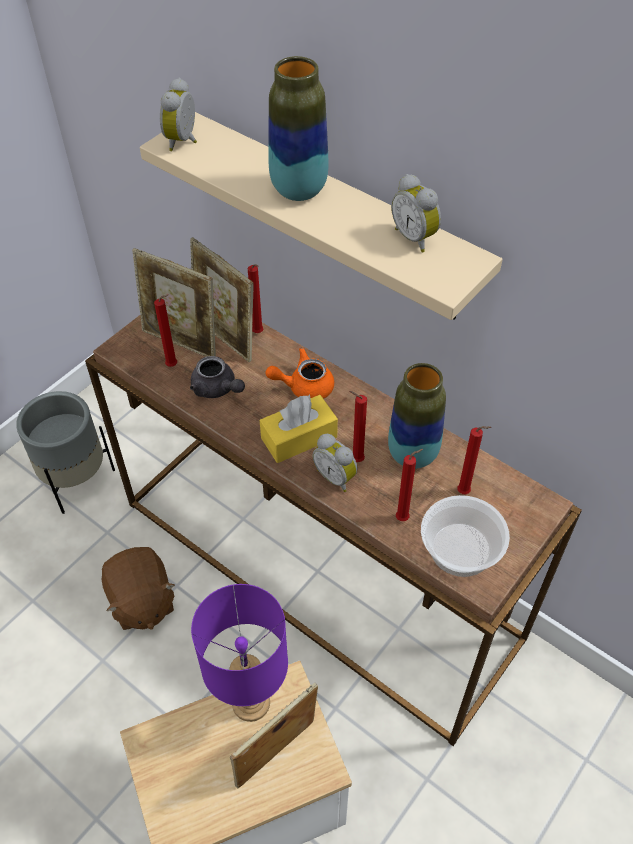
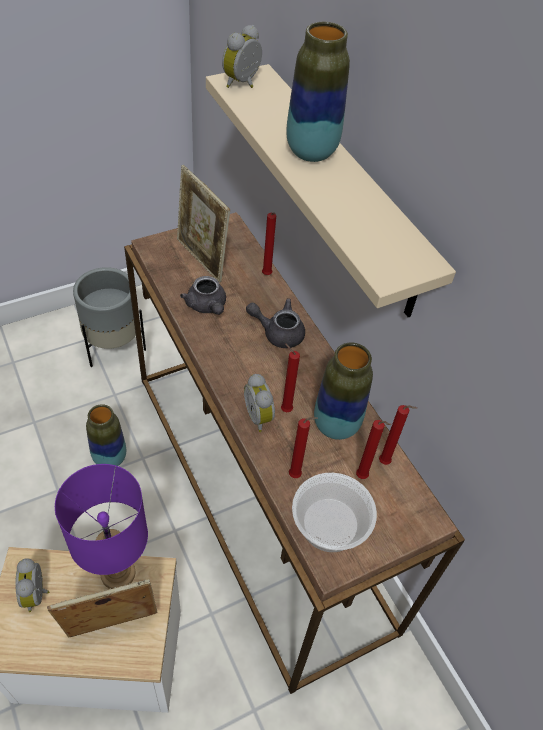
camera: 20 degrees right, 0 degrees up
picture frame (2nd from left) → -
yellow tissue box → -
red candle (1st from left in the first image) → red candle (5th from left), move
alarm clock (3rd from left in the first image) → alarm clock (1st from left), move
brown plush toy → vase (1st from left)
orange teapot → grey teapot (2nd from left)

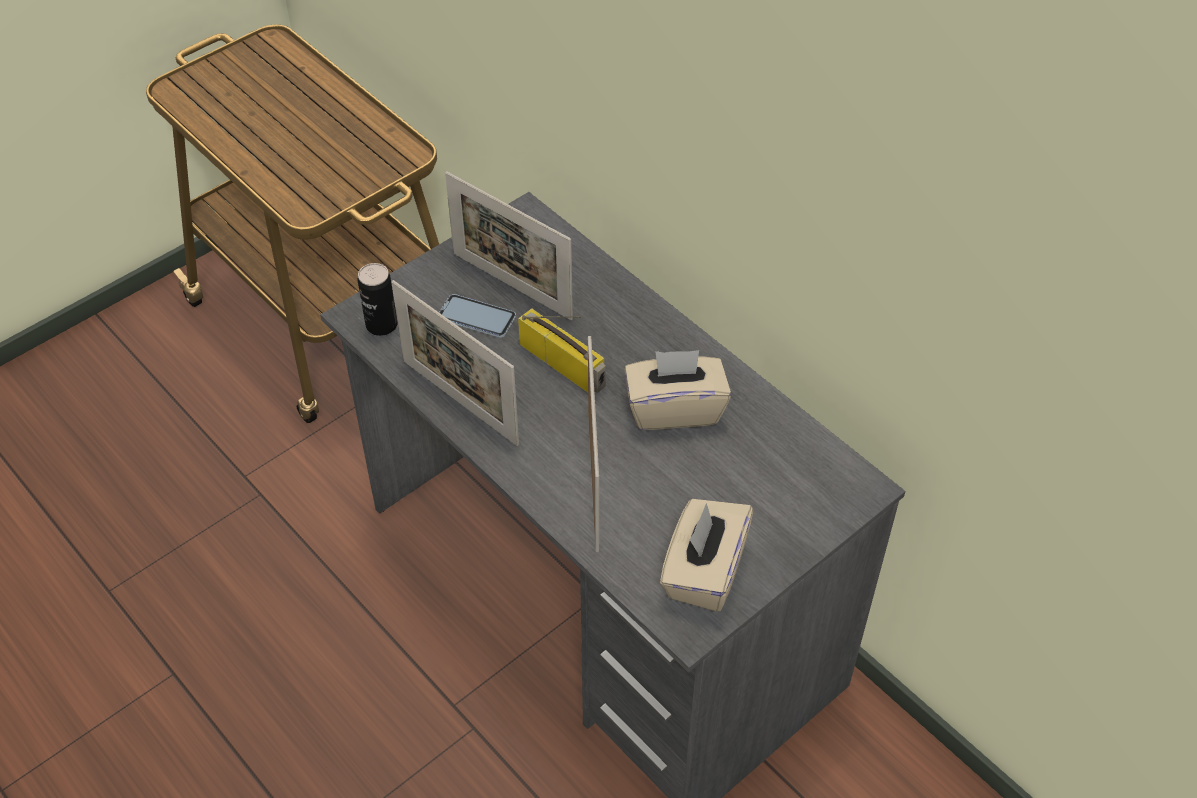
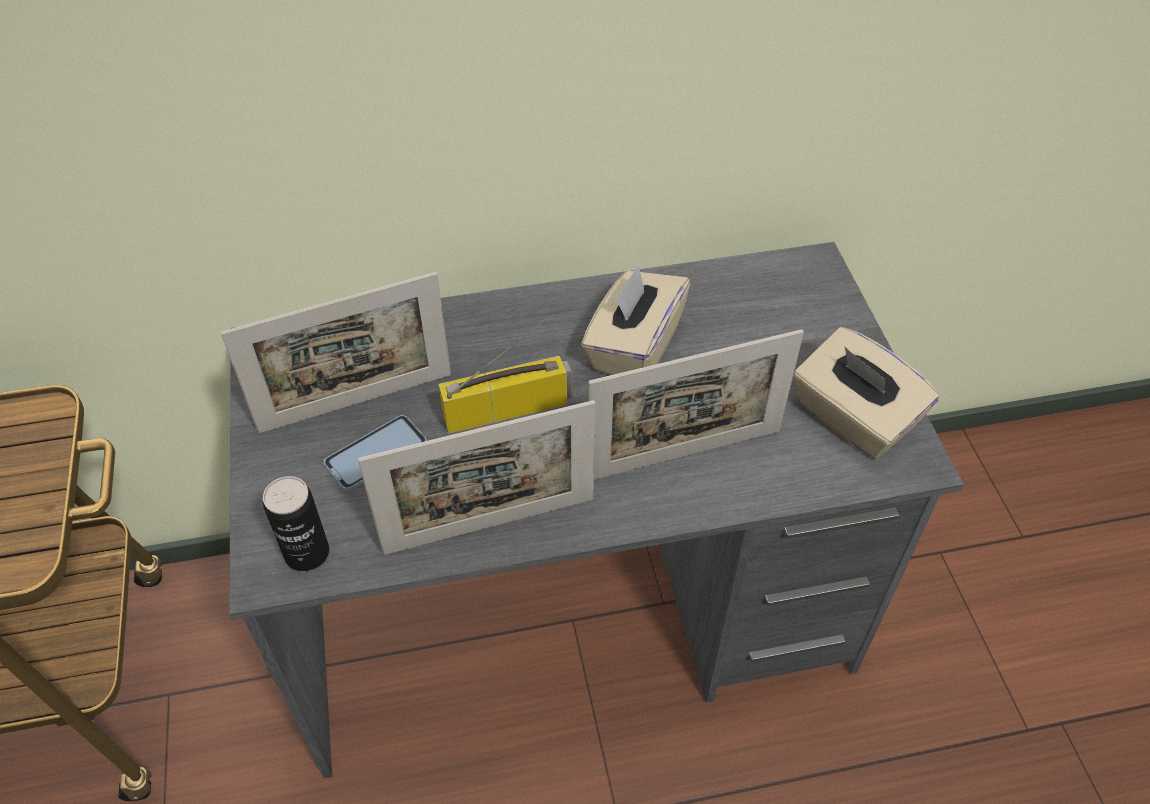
camera: 60 degrees left, 0 degrees up
picture frame (3rd from left), 135 degrees clockwise

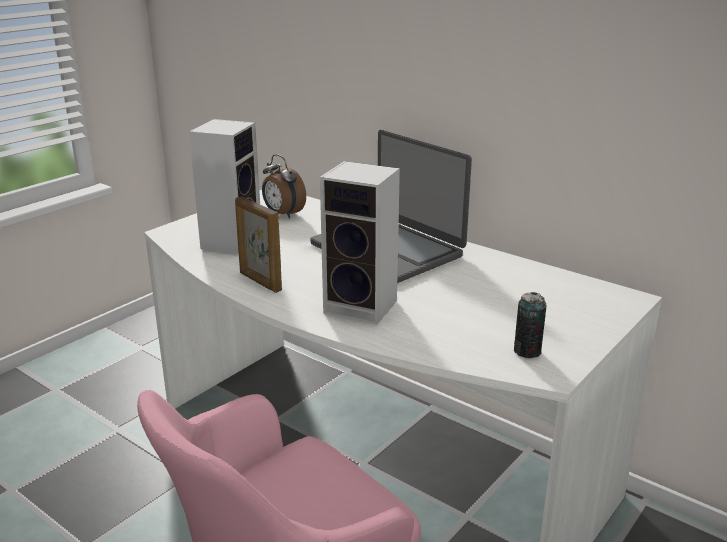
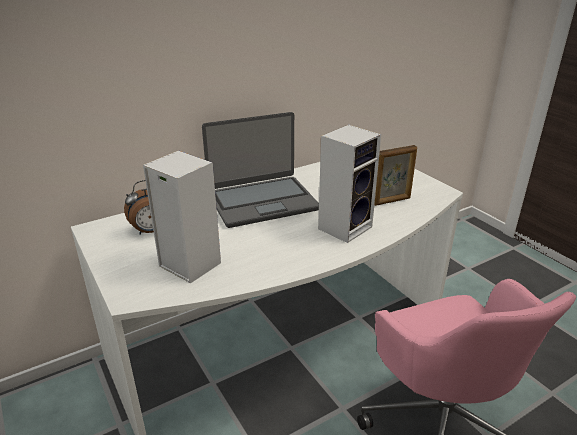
camera: 70 degrees left, 5 degrees up
can → -
picture frame, move

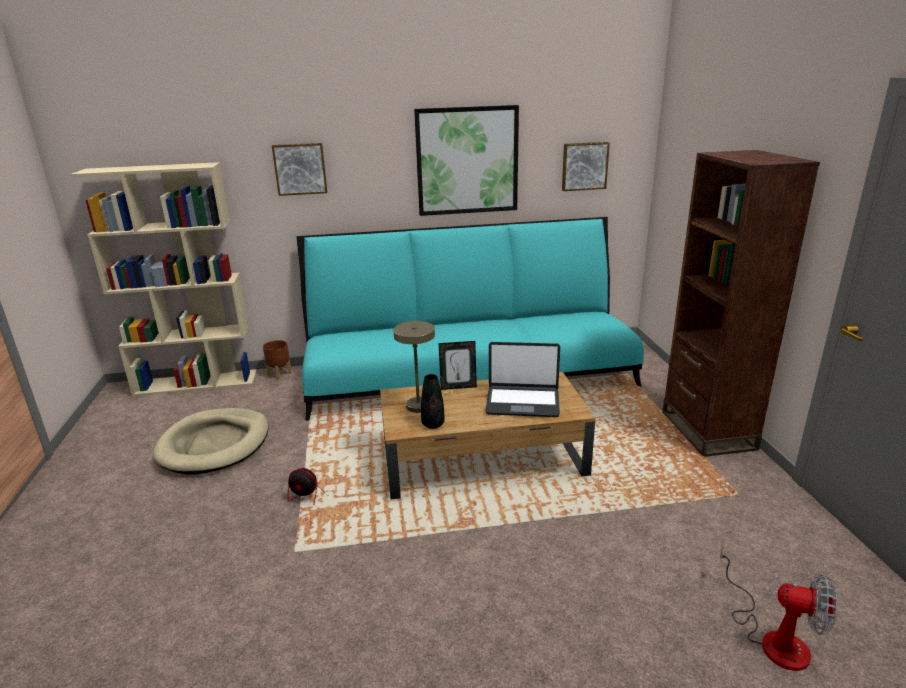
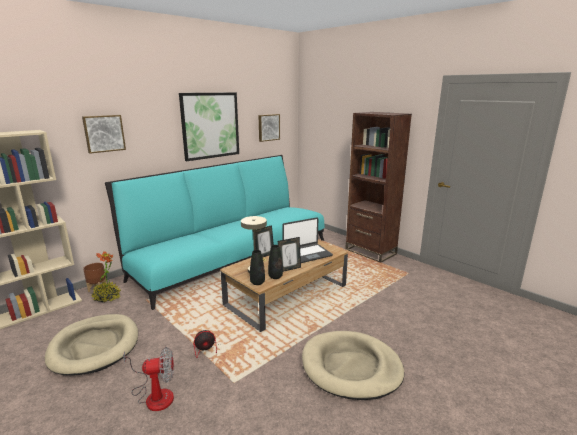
camera: 35 degrees left, 5 degrees down
- → potted plant
- → black vase (1st from left)
- → picture frame (2nd from left)
- → beige dog bed (2nd from left)
fan (2nd from left in the first image) → fan (1st from left), move

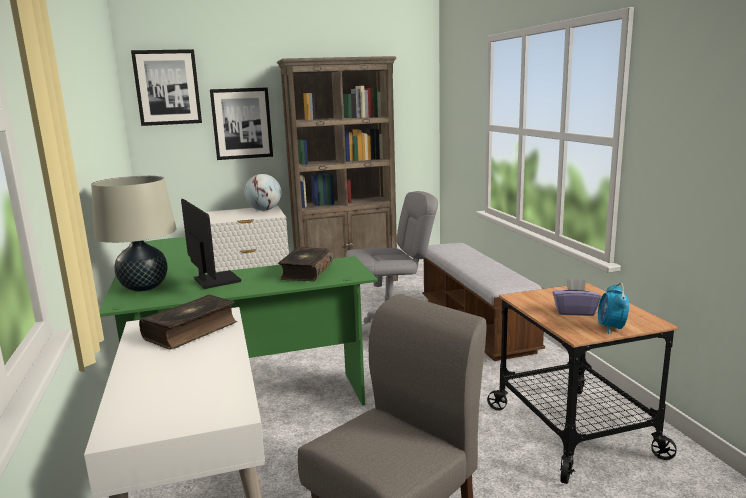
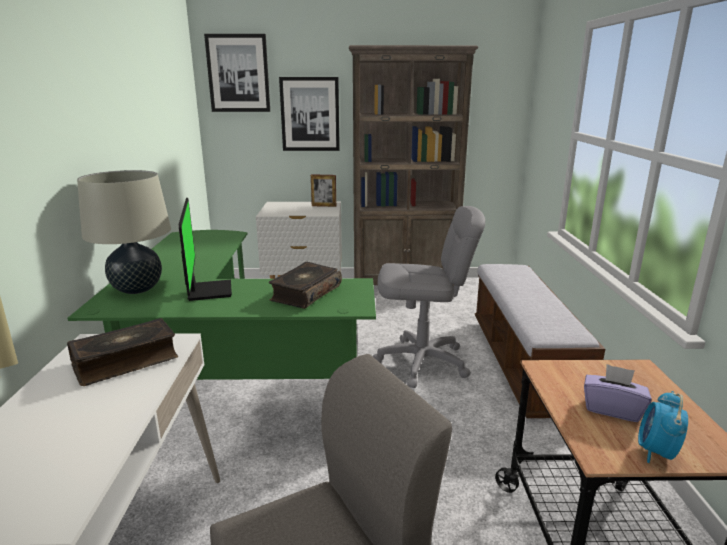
camera: 15 degrees right, 5 degrees up
globe → picture frame

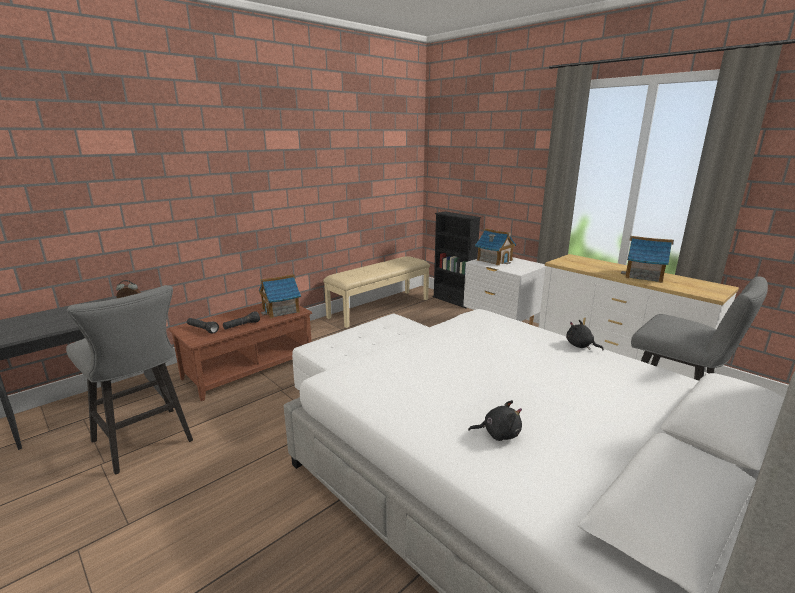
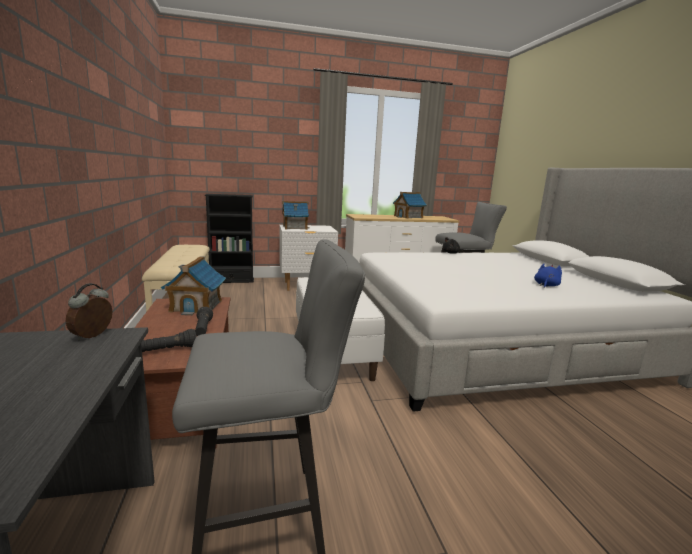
camera: 60 degrees left, 5 degrees down
black plush toy (1st from left) → blue plush toy

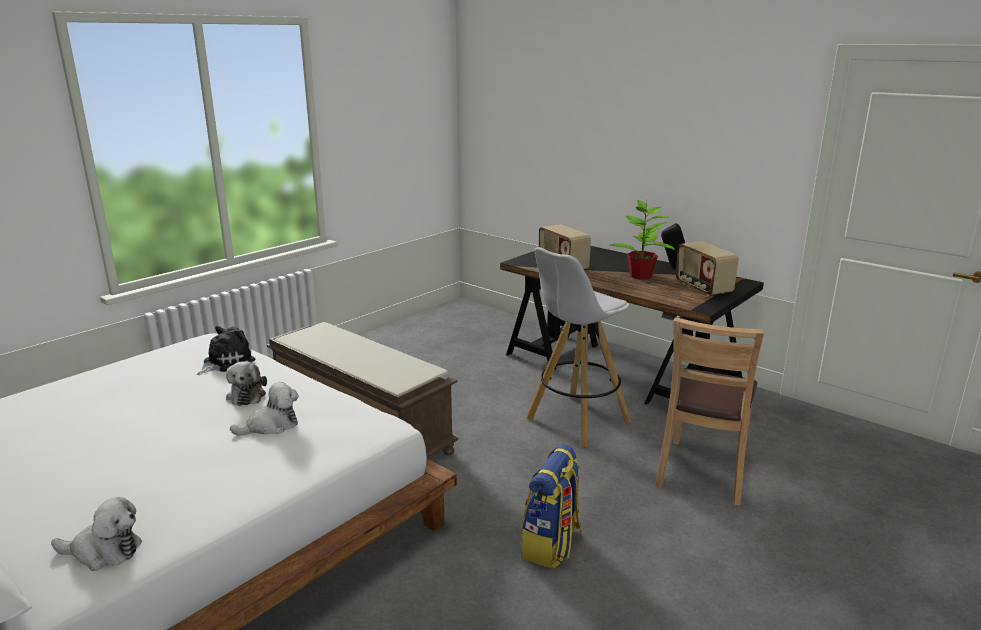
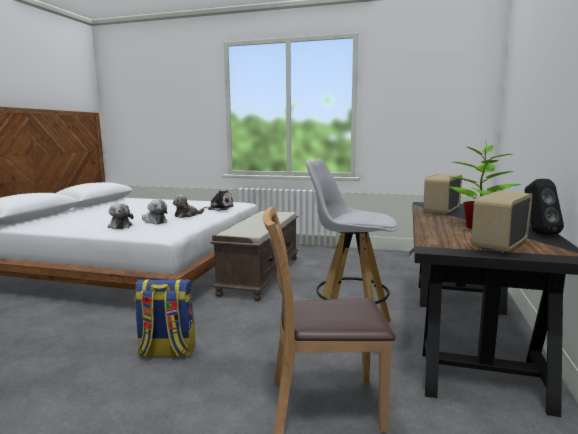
camera: 65 degrees right, 10 degrees down
plush toy (1st from left), move

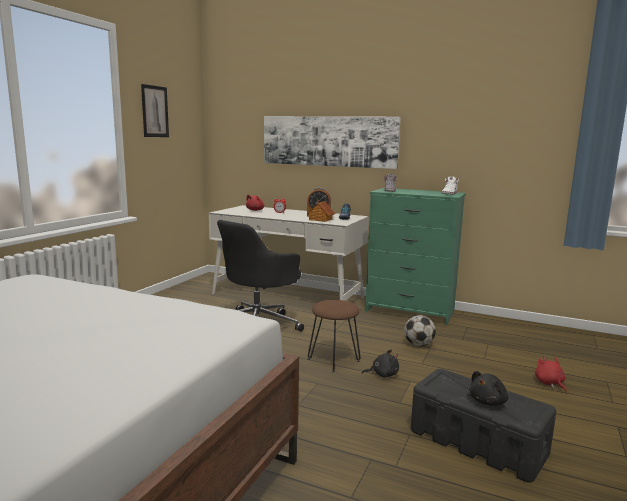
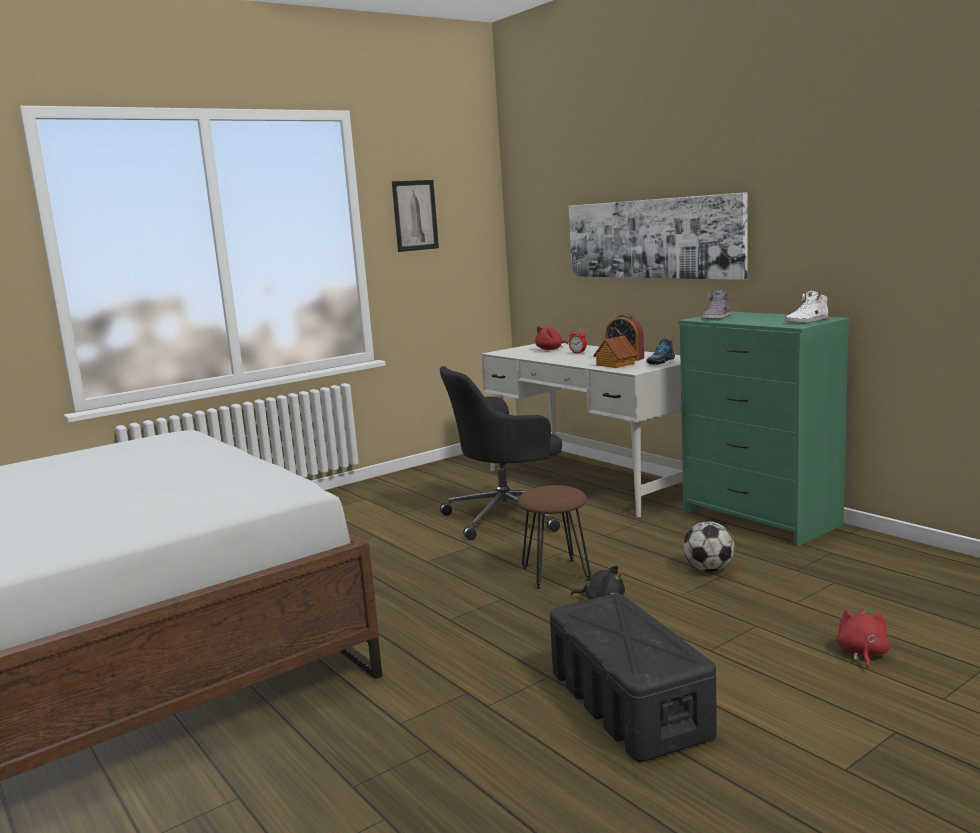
camera: 30 degrees right, 0 degrees up
black plush toy (2nd from left) → -

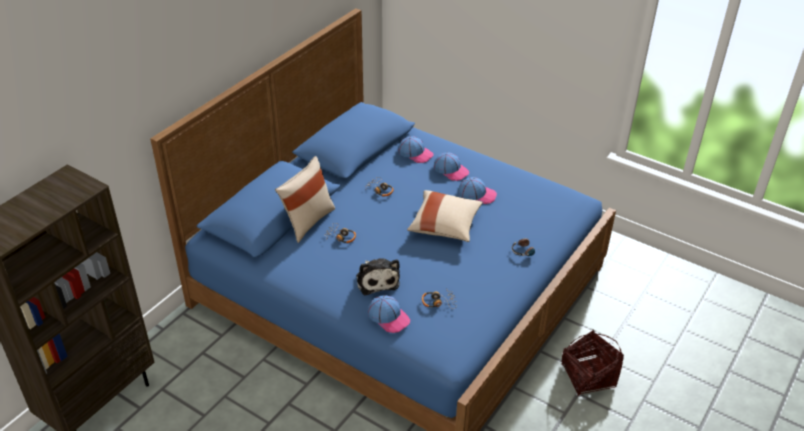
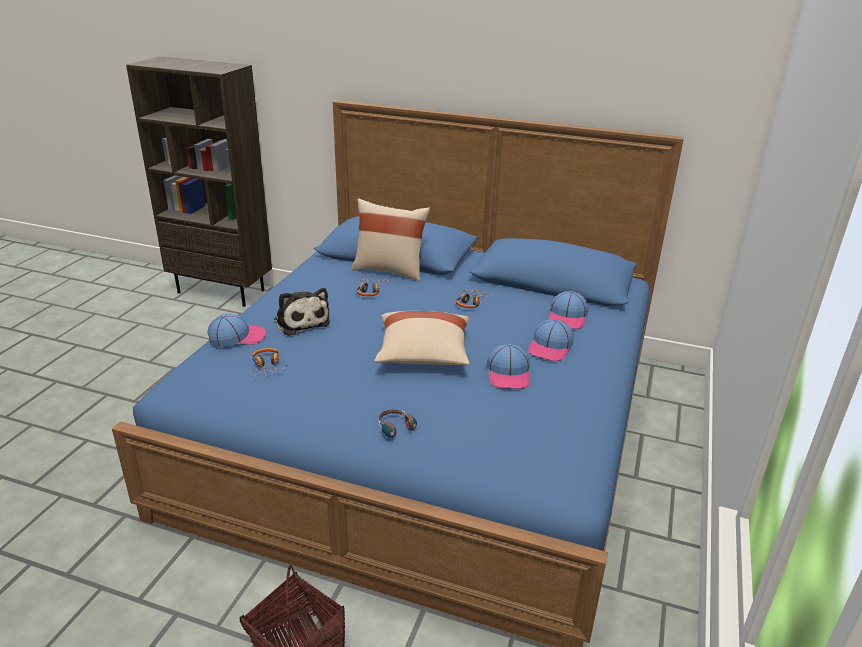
camera: 75 degrees right, 10 degrees down
plush toy, 90 degrees counterclockwise
cap (1st from left), 135 degrees counterclockwise

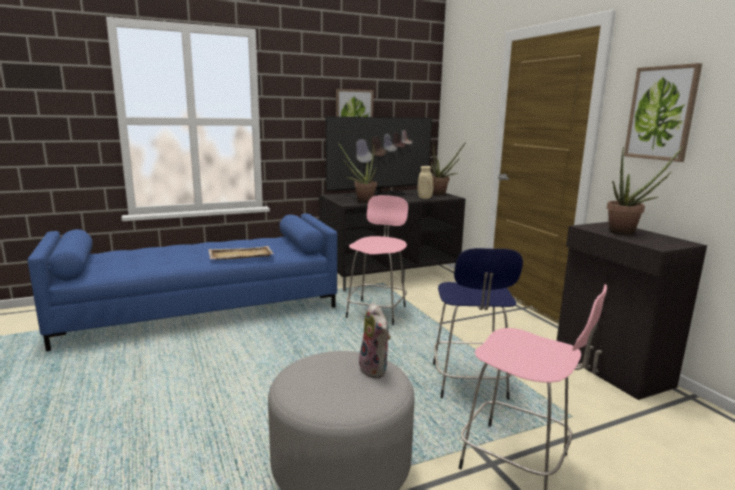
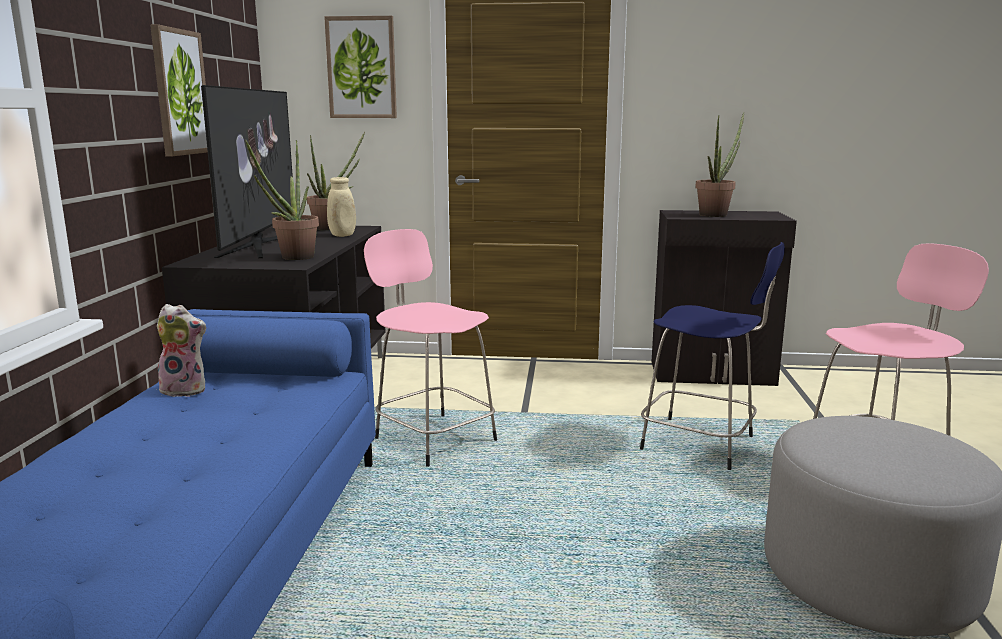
camera: 60 degrees left, 0 degrees up
beige tray → -
plush toy, move
picture (2nd from left), move

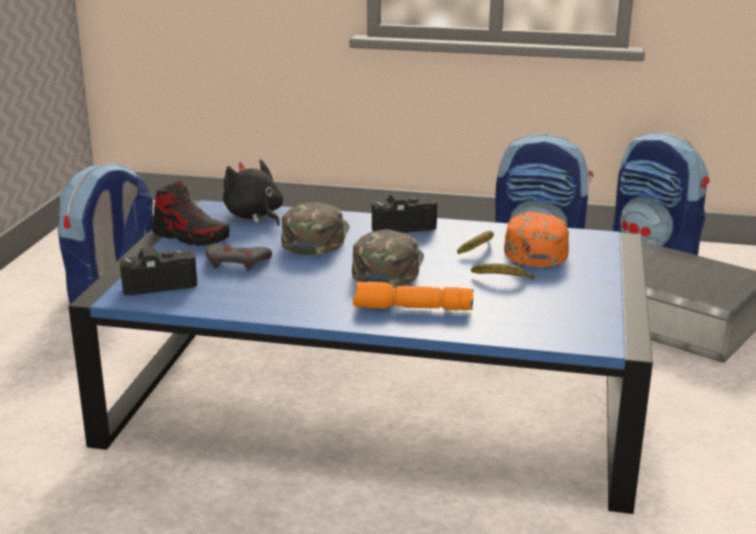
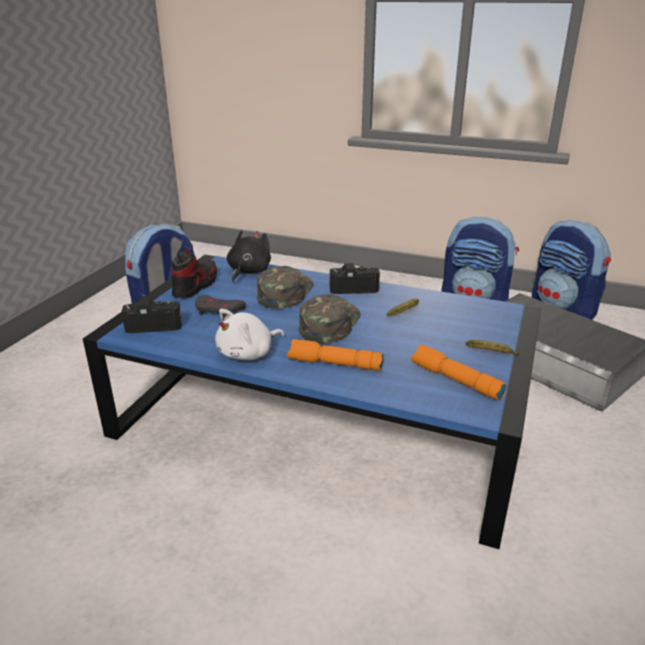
camera: 10 degrees right, 5 degrees up
orange cap → -
- → white plush toy
- → orange flashlight (2nd from left)
banana (2nd from left), move
shoe, 105 degrees counterclockwise
black plush toy, 45 degrees clockwise

